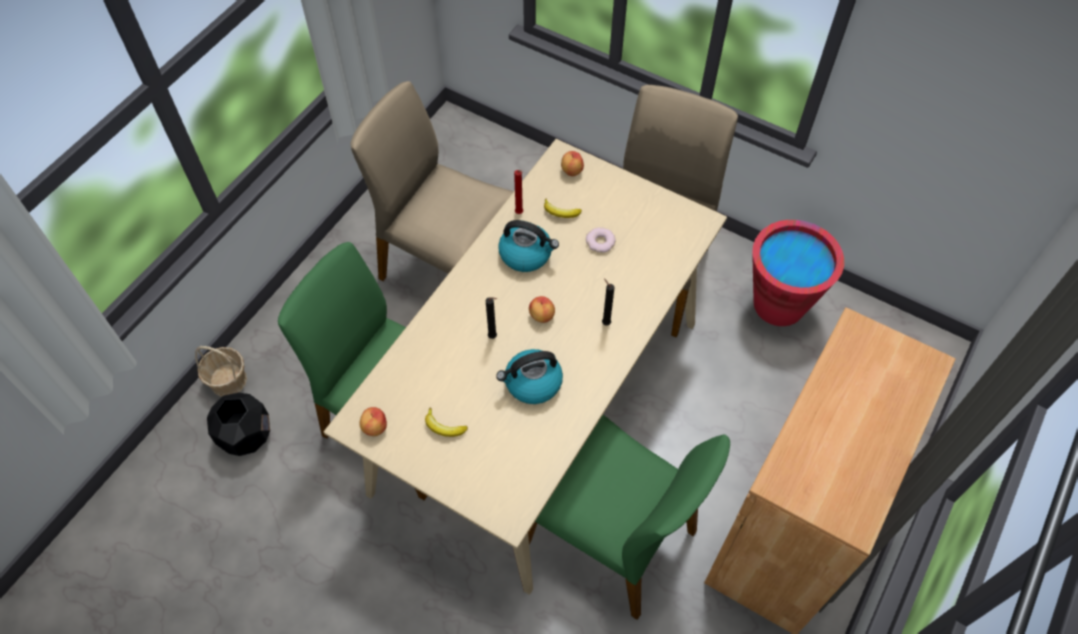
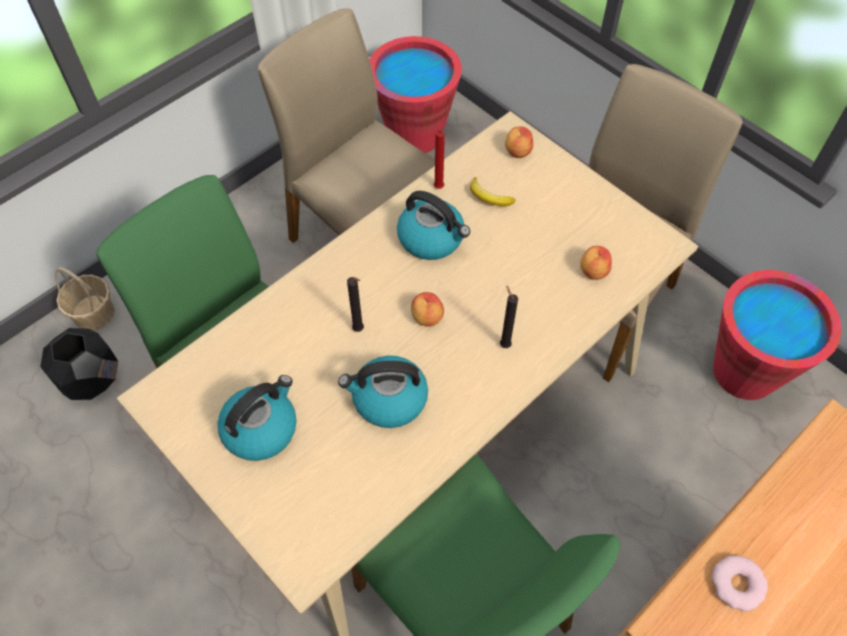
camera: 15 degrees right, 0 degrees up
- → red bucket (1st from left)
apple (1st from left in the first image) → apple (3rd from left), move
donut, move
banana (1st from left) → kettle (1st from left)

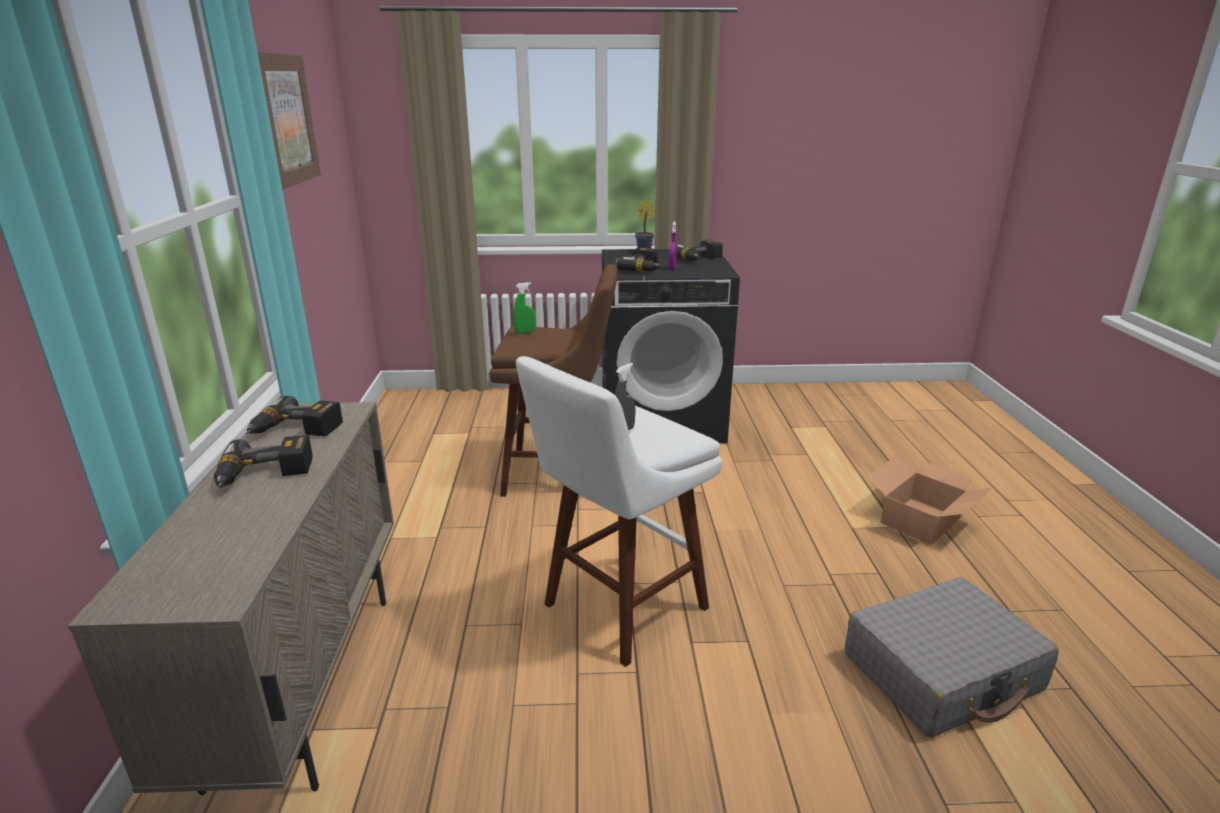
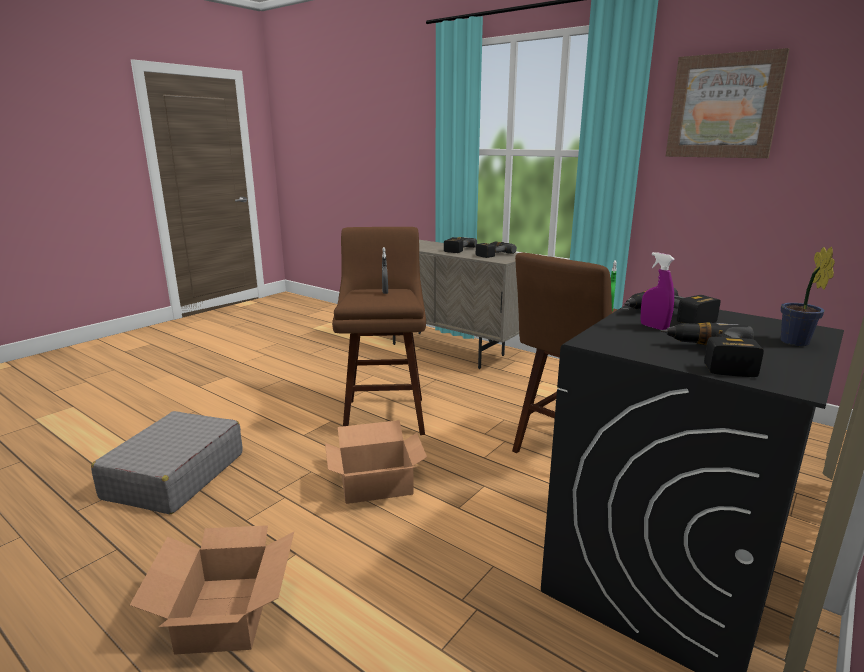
camera: 130 degrees right, 5 degrees down
- → cardboard box (2nd from left)
white stool → brown stool (1st from left)

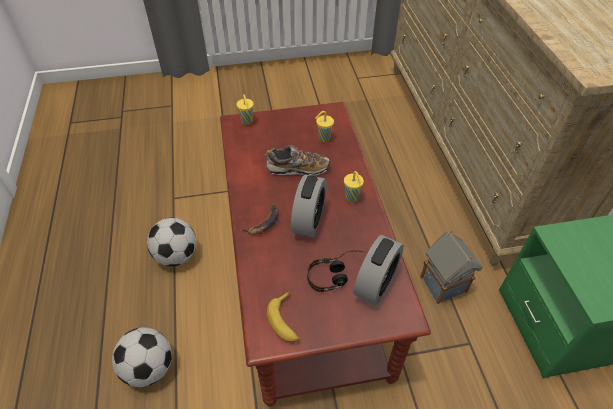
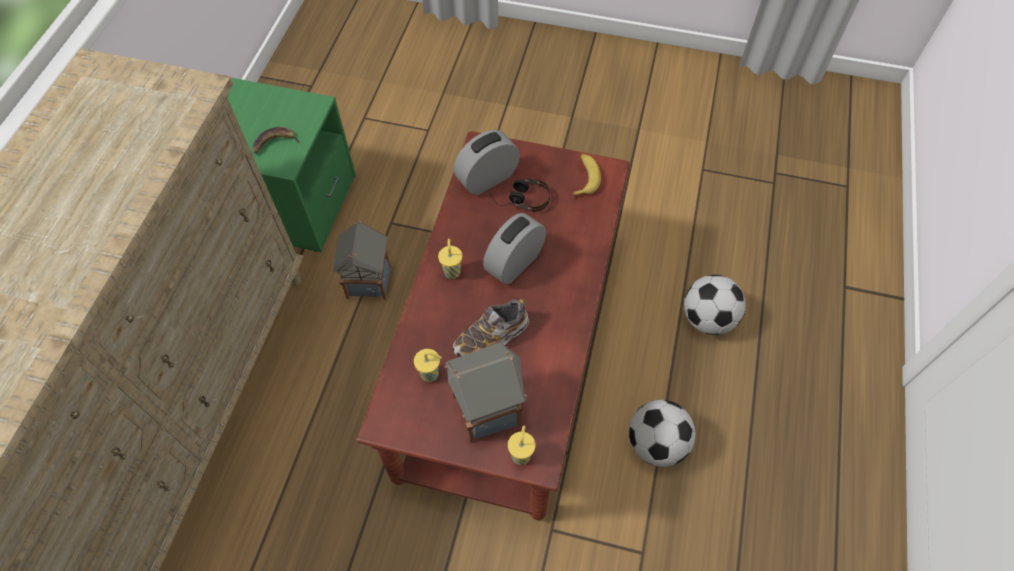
camera: 155 degrees left, 10 degrees up
- → toy house (2nd from left)
banana (1st from left), move
shoe, 60 degrees counterclockwise

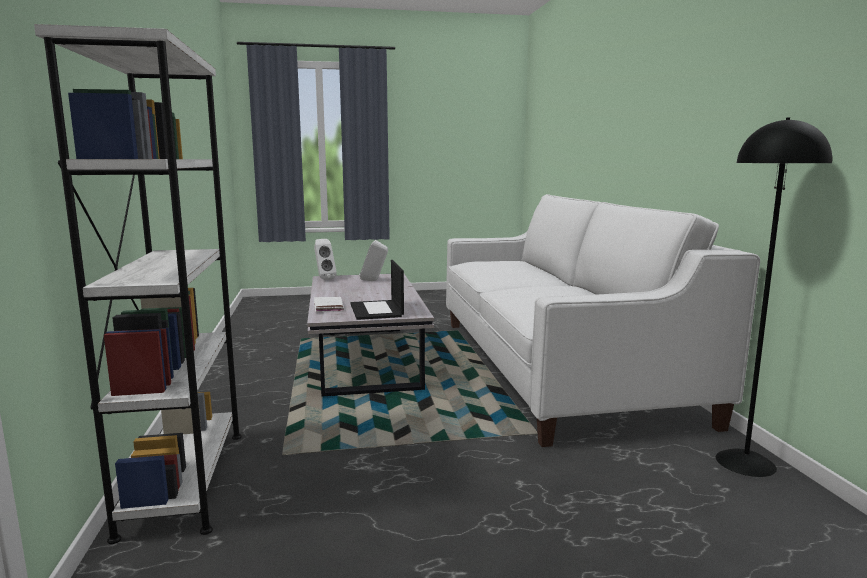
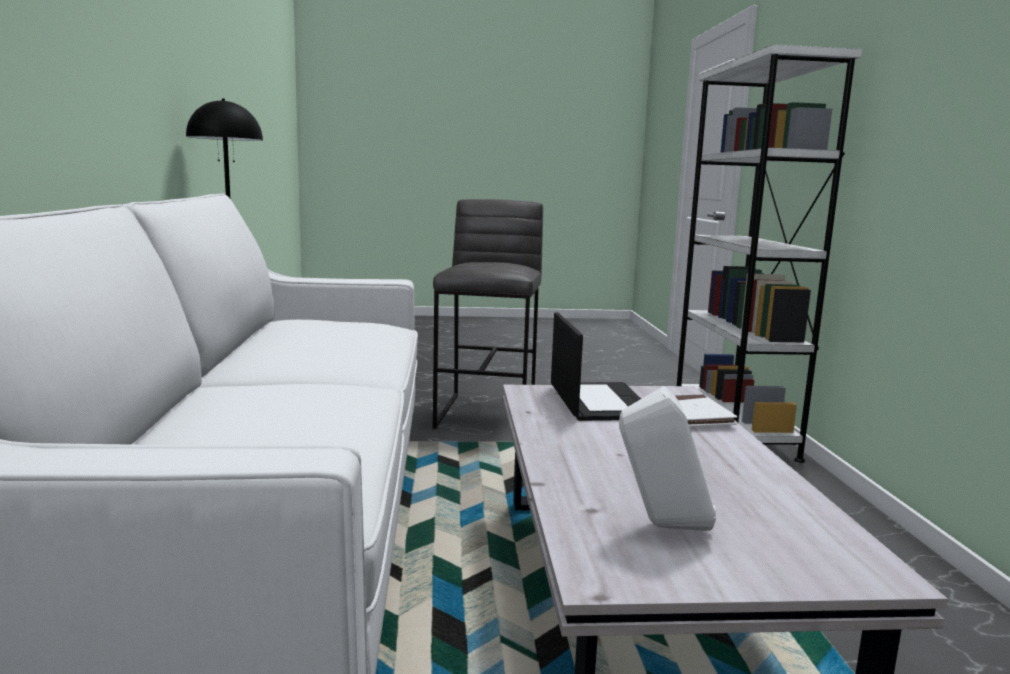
camera: 175 degrees left, 0 degrees up
white speaker (1st from left) → -
- → grey stool

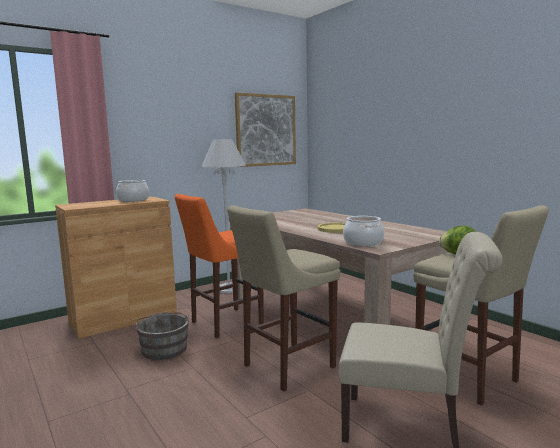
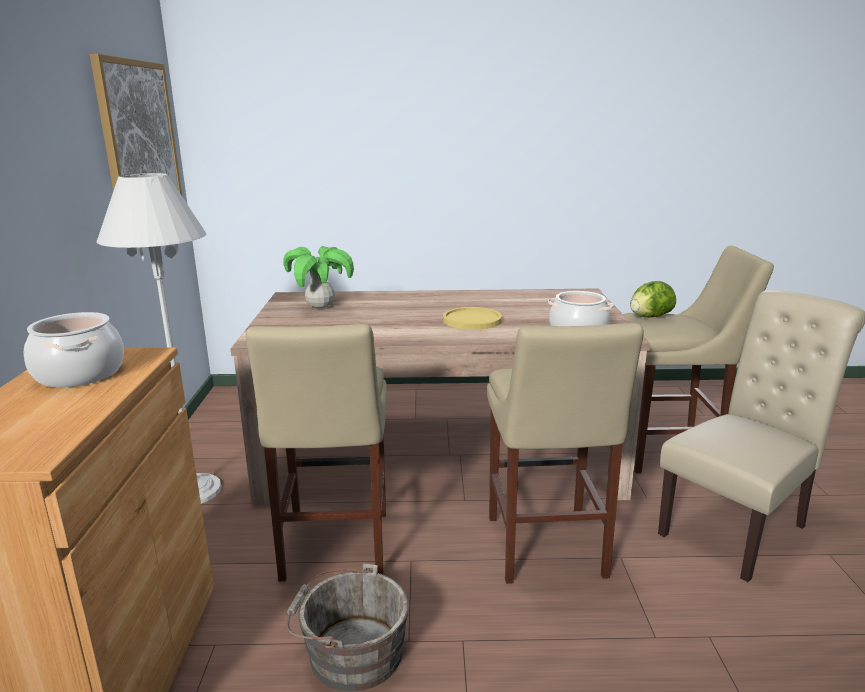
camera: 55 degrees left, 10 degrees up
- → potted plant
orange stool → beige stool (1st from left)

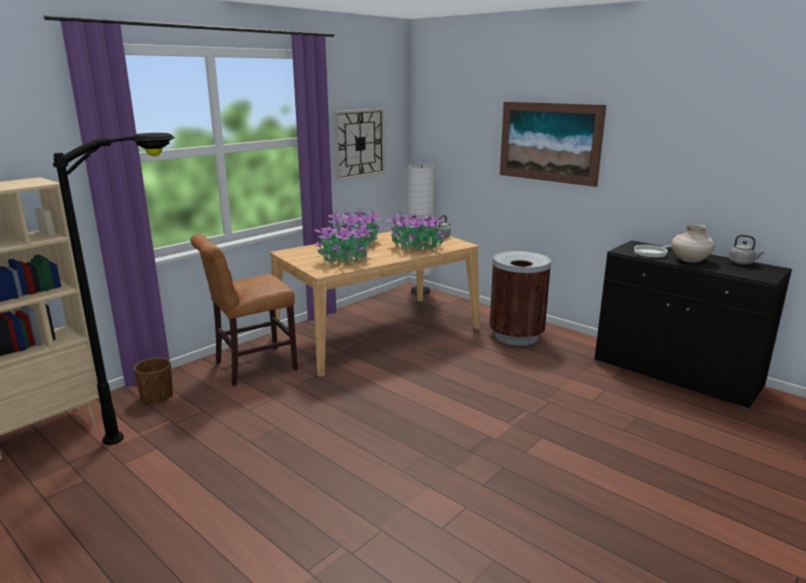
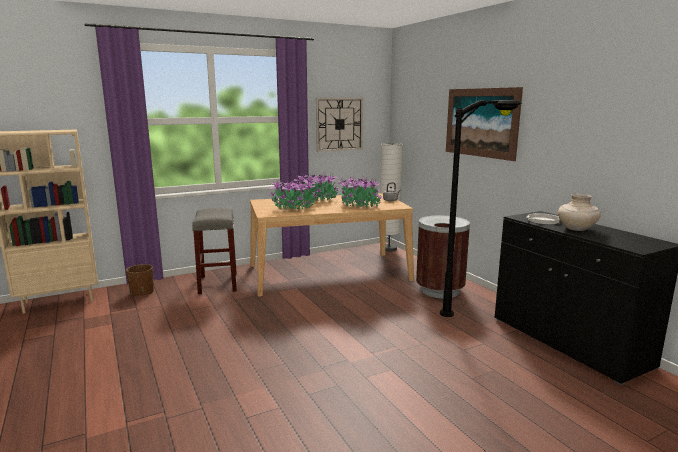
camera: 20 degrees right, 5 degrees down
grey kettle (2nd from left) → -
black floor lamp, move
brown chair → grey stool

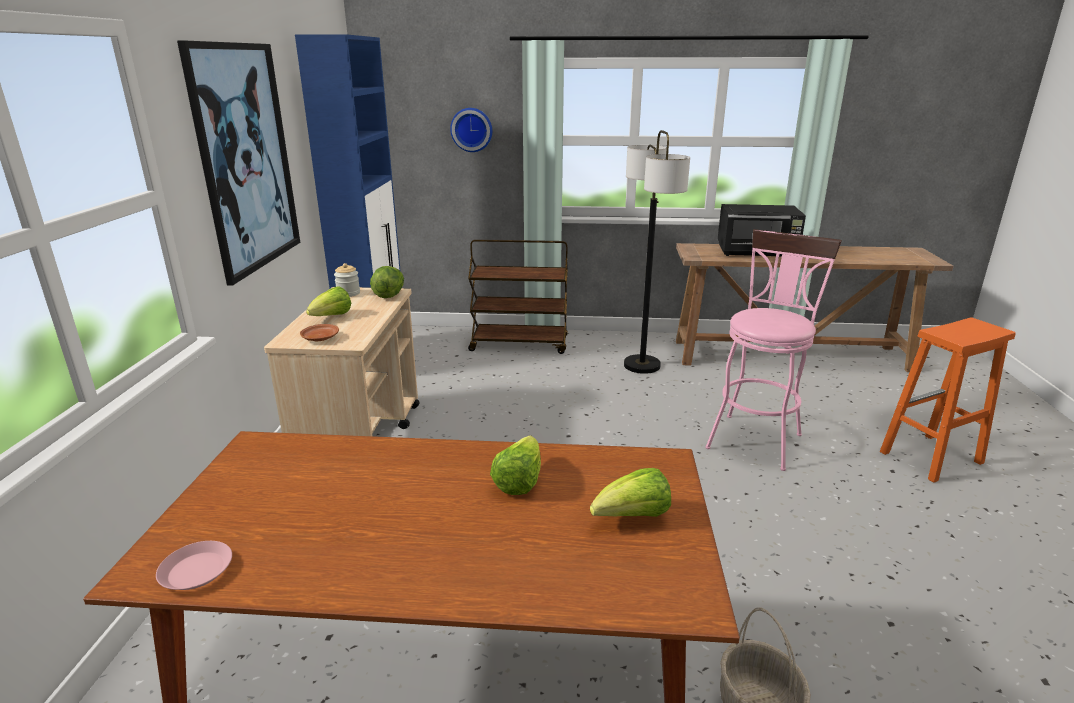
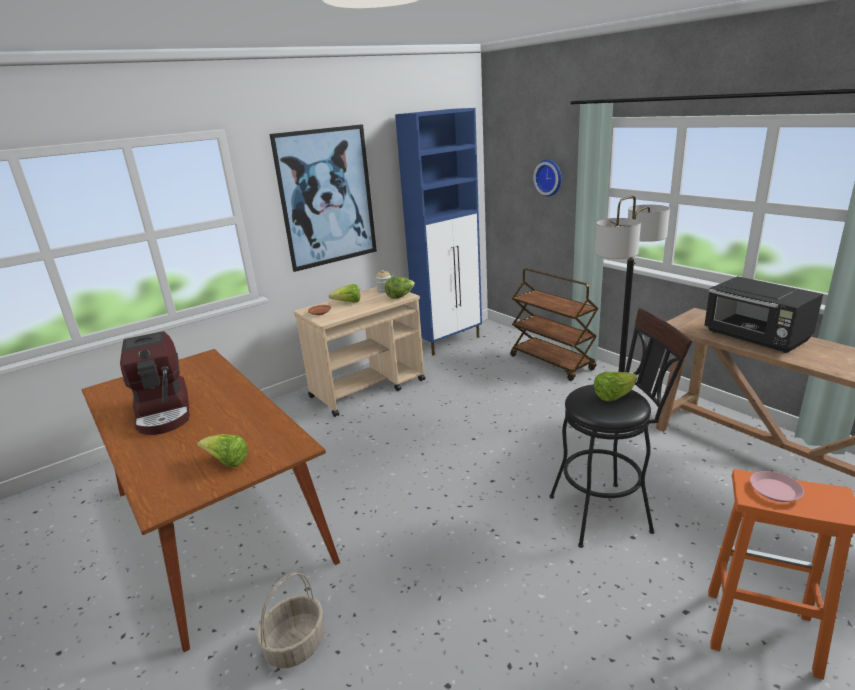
camera: 50 degrees right, 0 degrees up
- → coffee machine
pink plate, move
lettuce (3rd from left in the first image) → lettuce (4th from left), move
pink stool → black stool

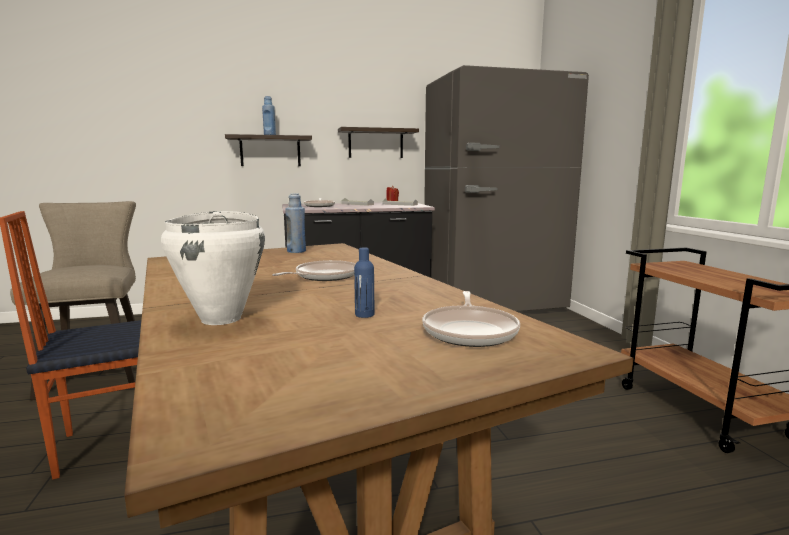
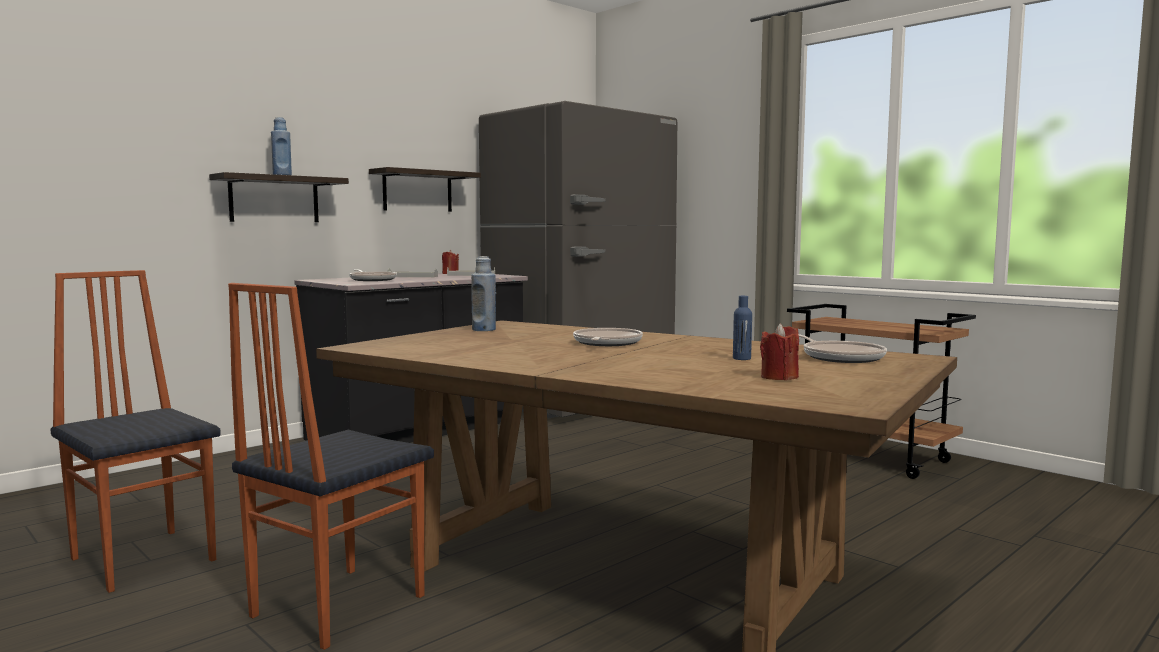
camera: 30 degrees left, 5 degrees down
white cooking pot → -
- → red candle (2nd from left)
beige stool → chair (1st from left)

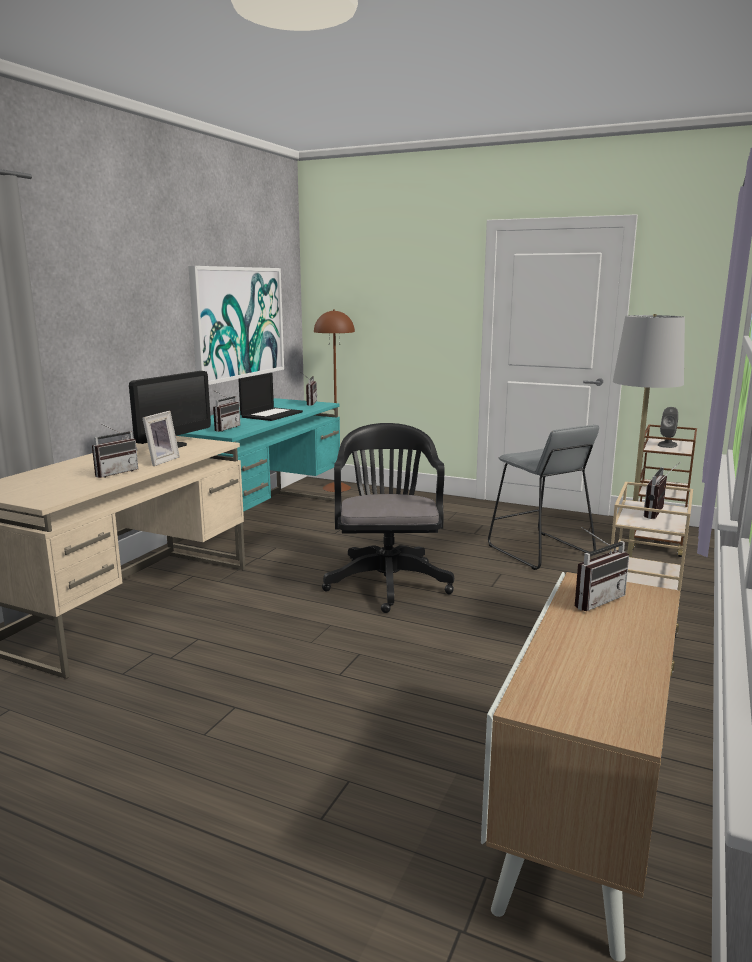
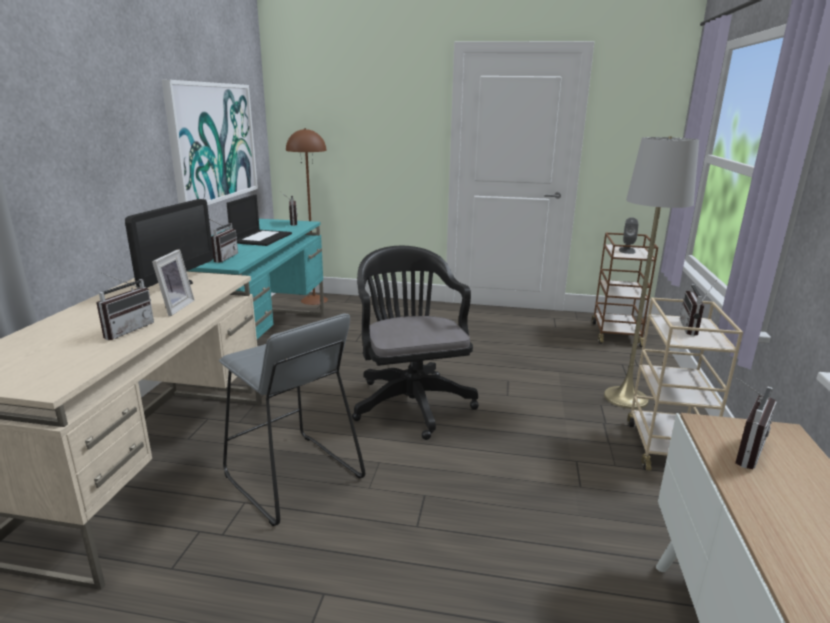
camera: 15 degrees left, 5 degrees up
grey stool, move

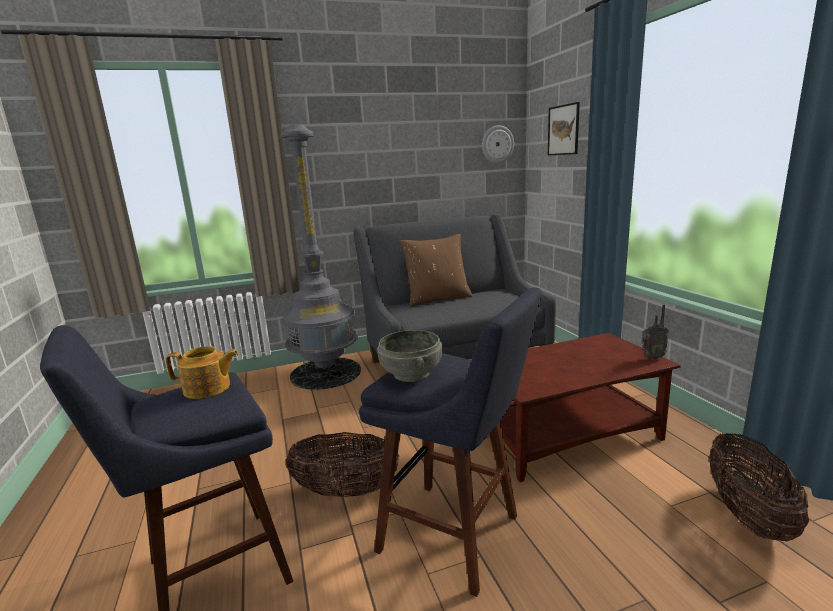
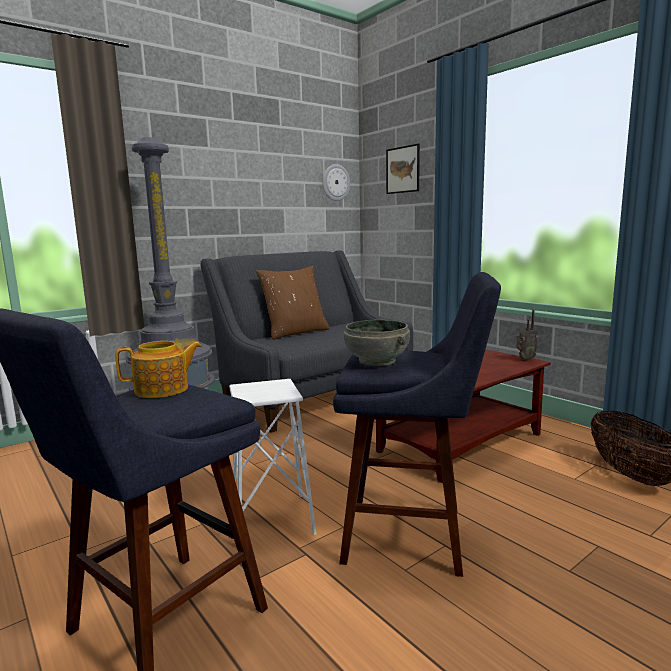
camera: 20 degrees left, 5 degrees down
basket (1st from left) → white stool

